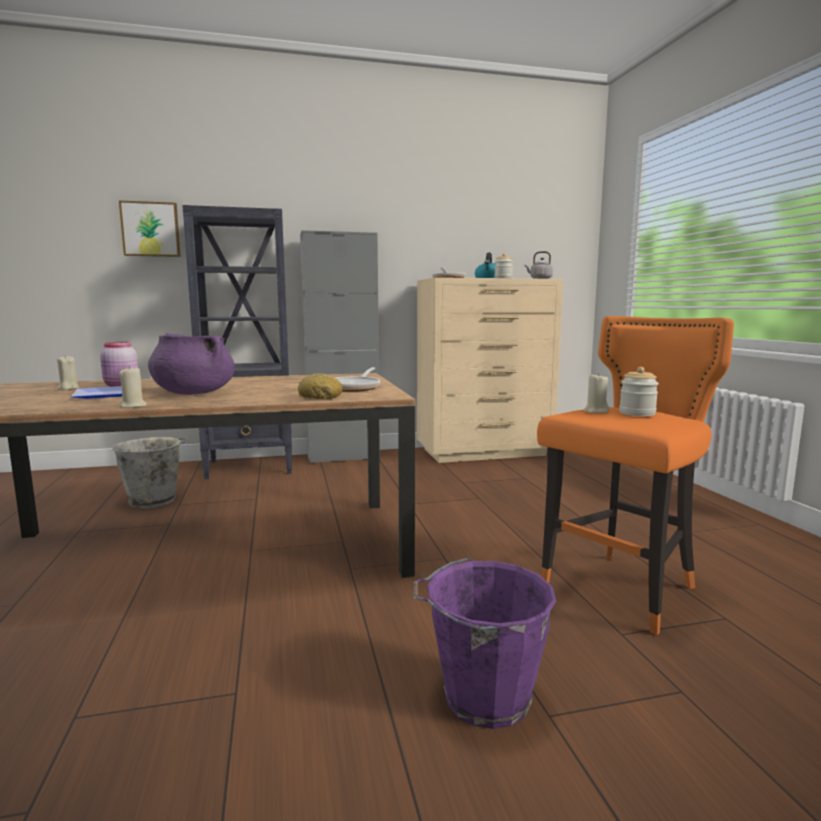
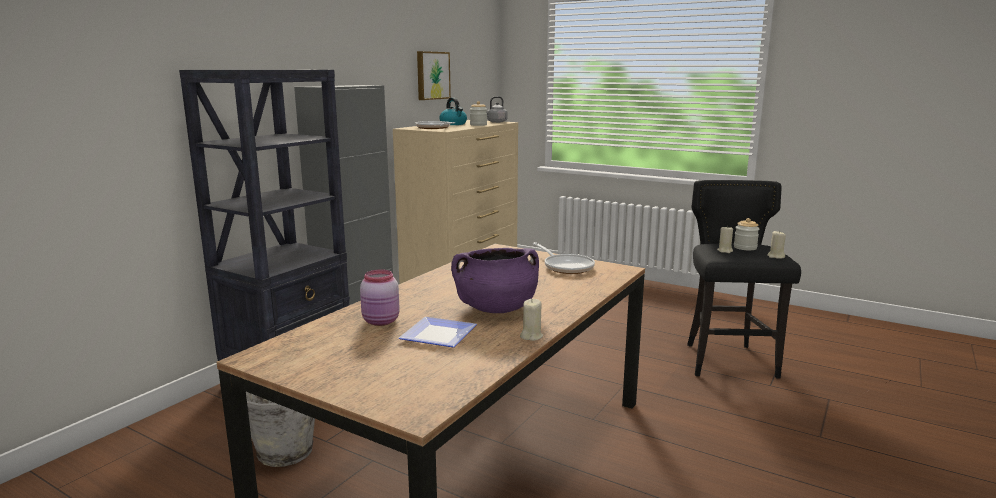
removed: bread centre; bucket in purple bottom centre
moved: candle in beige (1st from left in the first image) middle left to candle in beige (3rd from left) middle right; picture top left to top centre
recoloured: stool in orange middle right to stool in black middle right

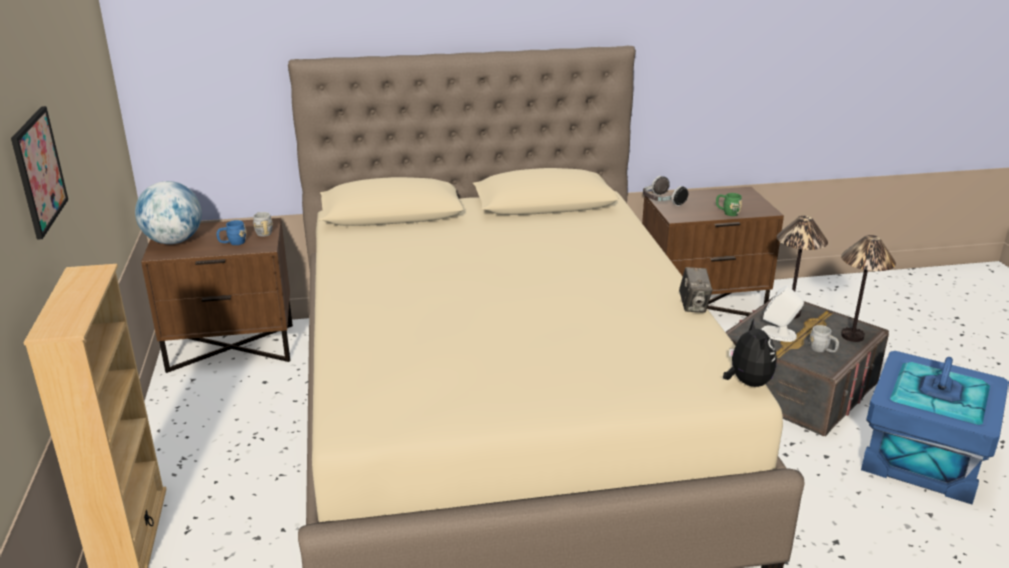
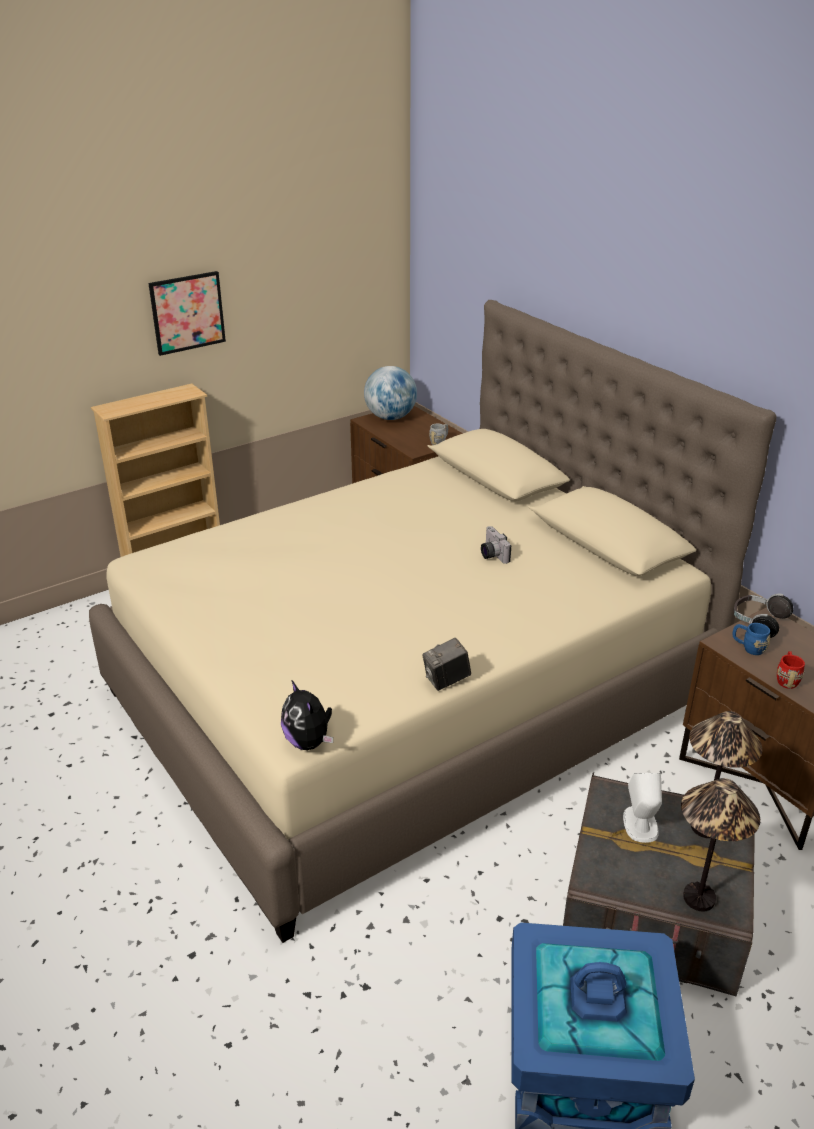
removed: mug in grey (2nd from left) middle right
added: photo camera (2nd from left) centre
moved: mug in blue middle left to middle right
recoloured: mug in green middle right to mug in red middle right
turned: plush toy middle right = centre 90 degrees clockwise

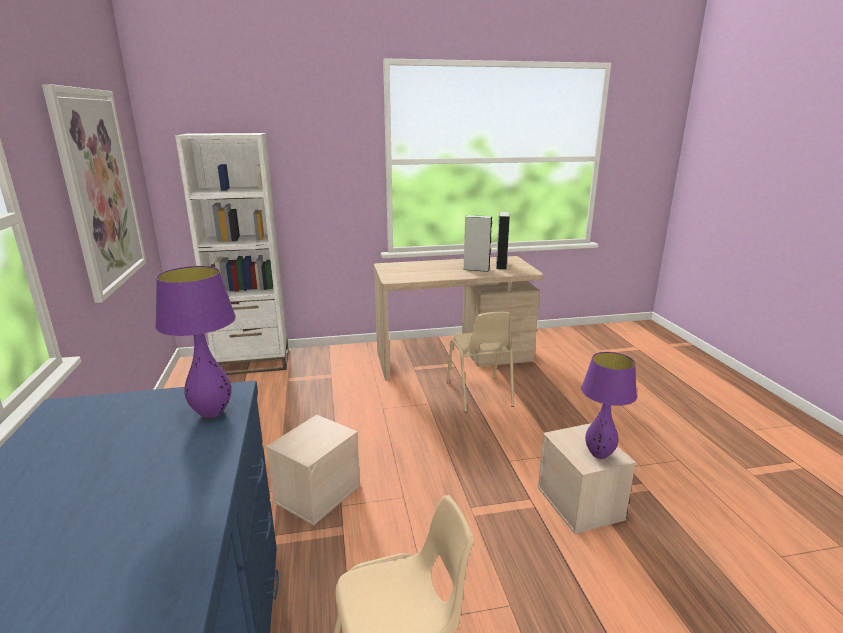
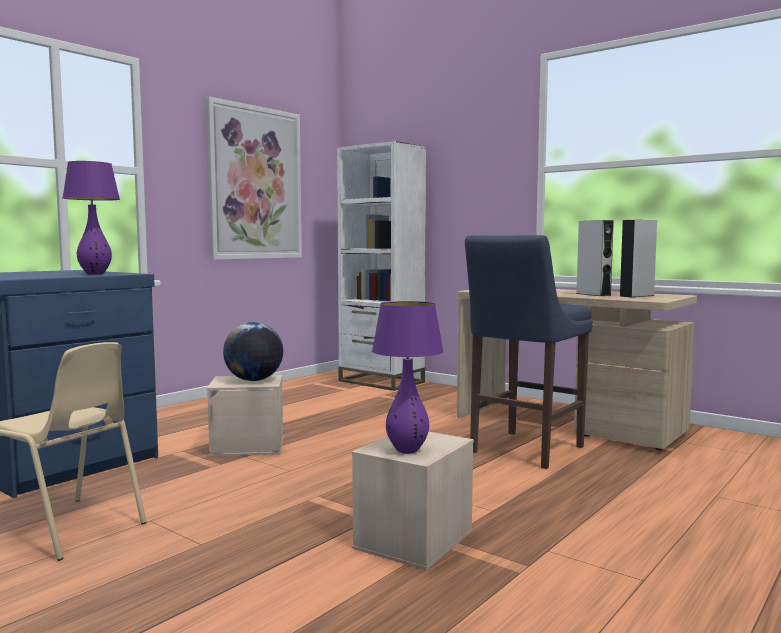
added: globe middle left
replaced: chair in beige (2nd from left) centre to stool in blue middle right

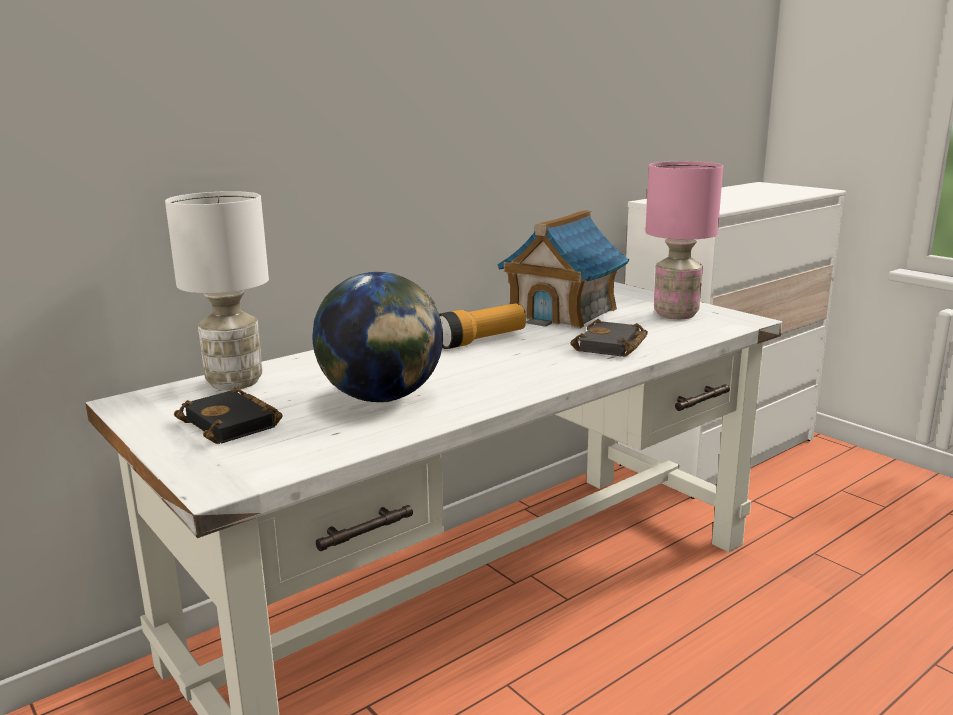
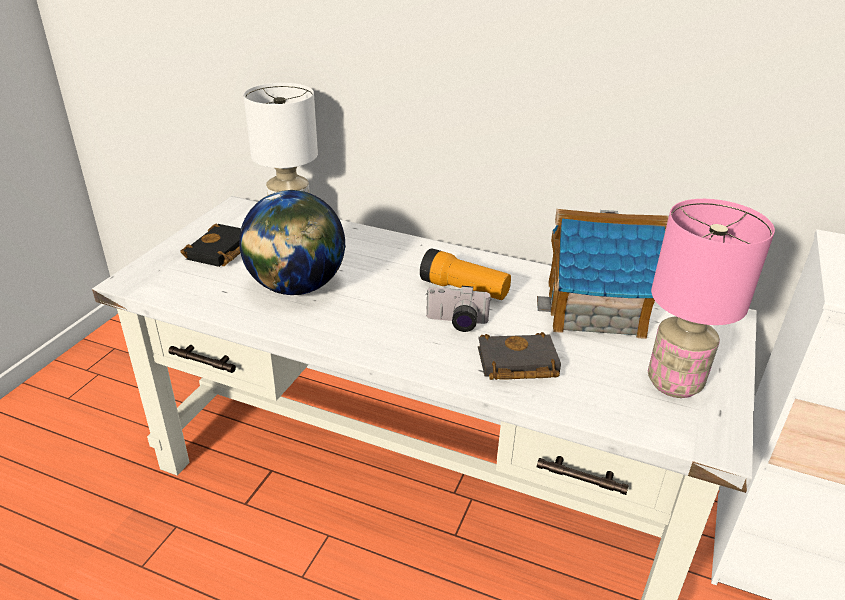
added: photo camera centre

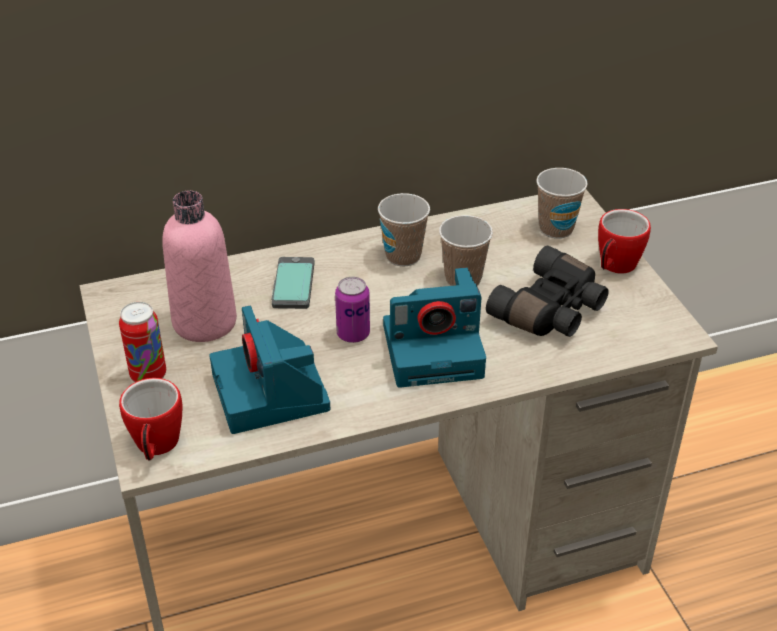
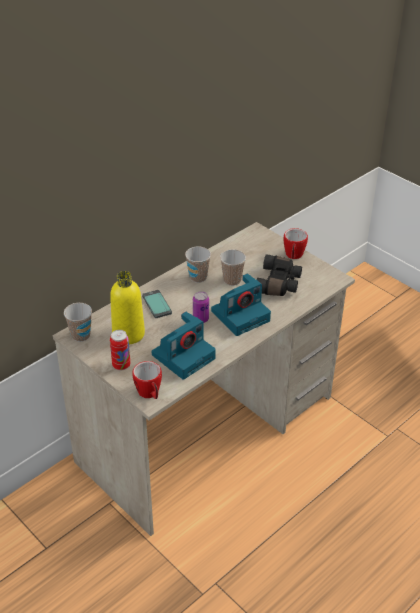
moved: cup (3rd from left in the first image) top right to cup (1st from left) middle left
recoloured: bottle in pink middle left to bottle in yellow middle left
turned: photo camera (1st from left) centre = centre 90 degrees counterclockwise

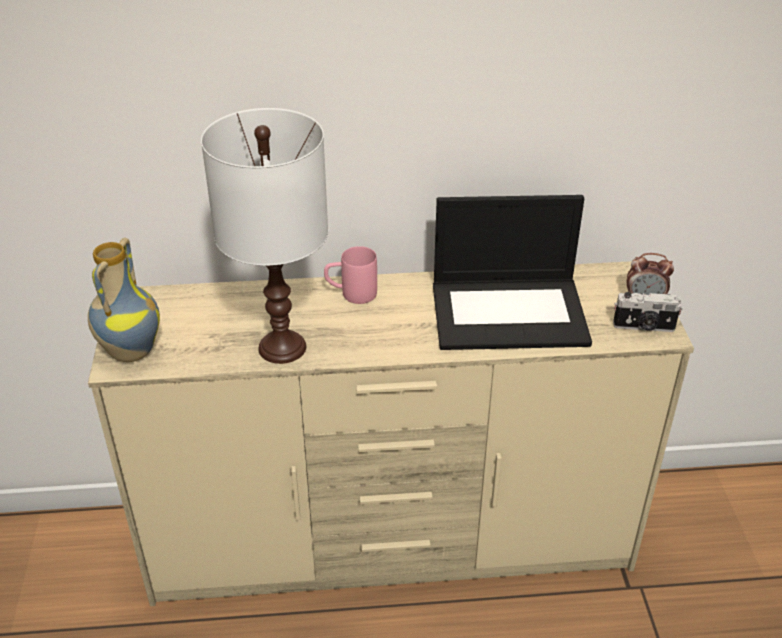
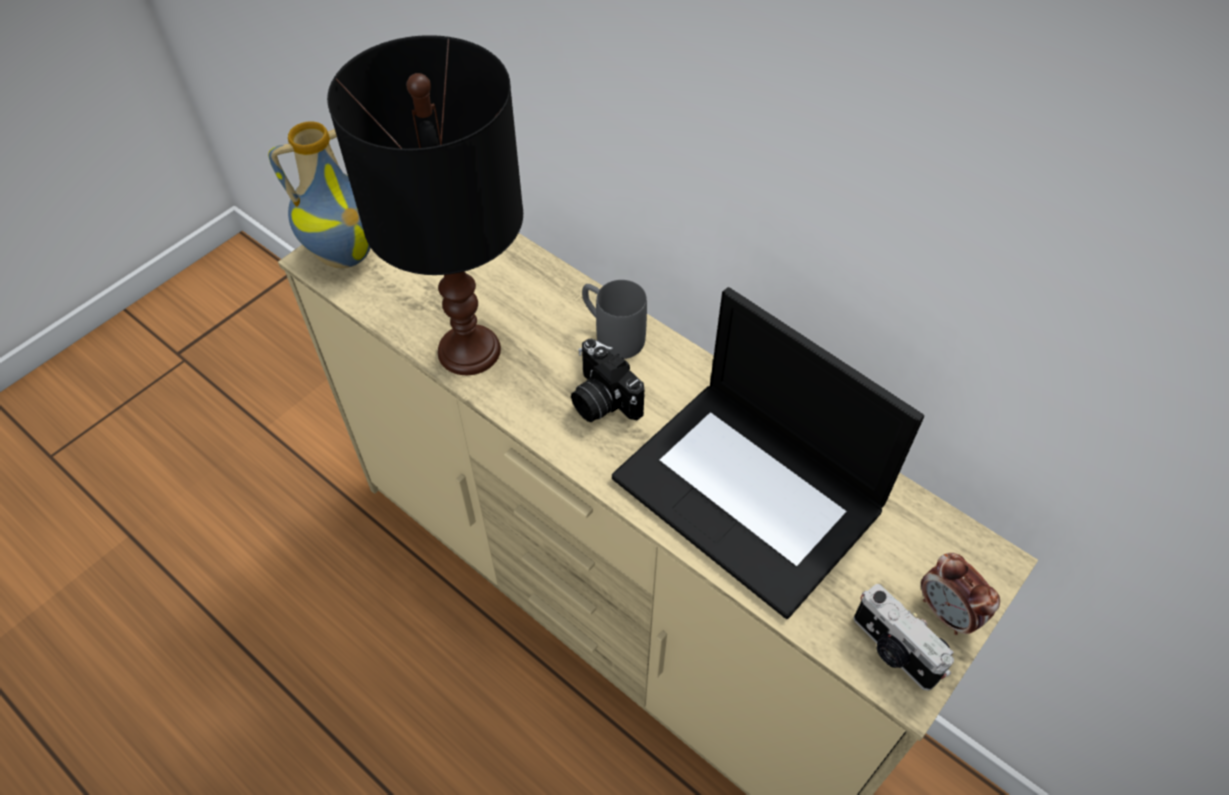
added: photo camera (1st from left) centre
recoloured: table lamp in white centre to table lamp in black top centre; mug in pink centre to mug in grey centre

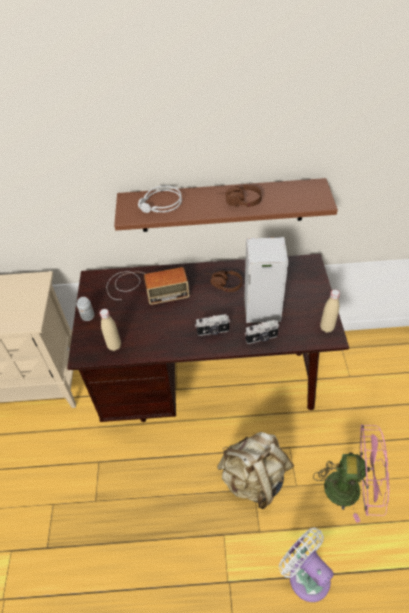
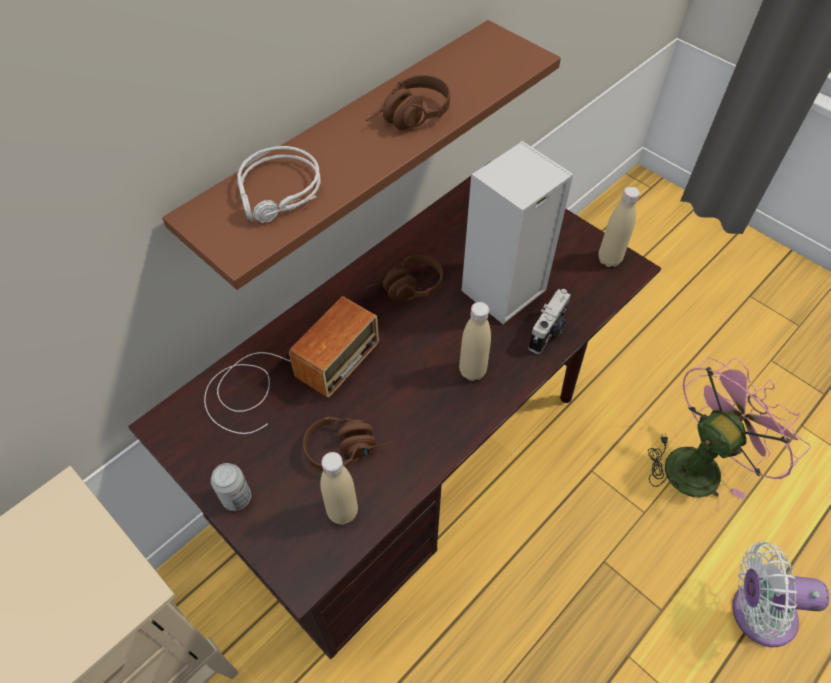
removed: backpack in beige bottom centre
added: headphones in brown (1st from left) centre
replaced: photo camera (1st from left) centre to bottle in beige (2nd from left) centre

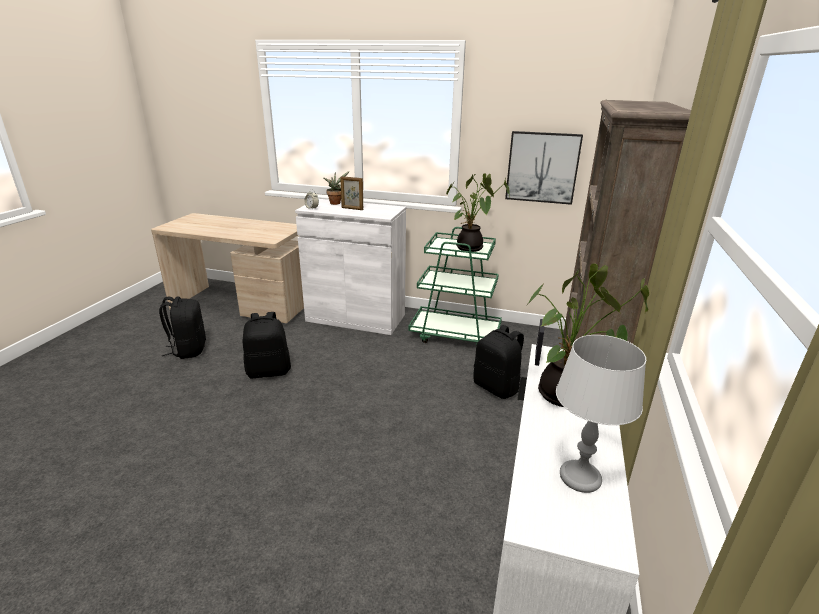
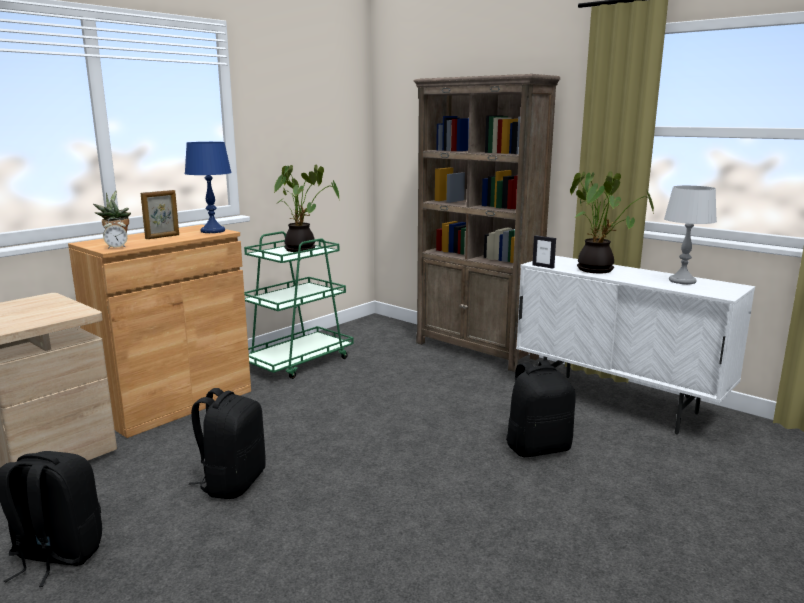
removed: picture top centre
added: table lamp in blue top left
moved: backpack in black (3rd from left) centre to bottom right
recoloured: cabinet in white (1st from left) centre to cabinet in brown middle left

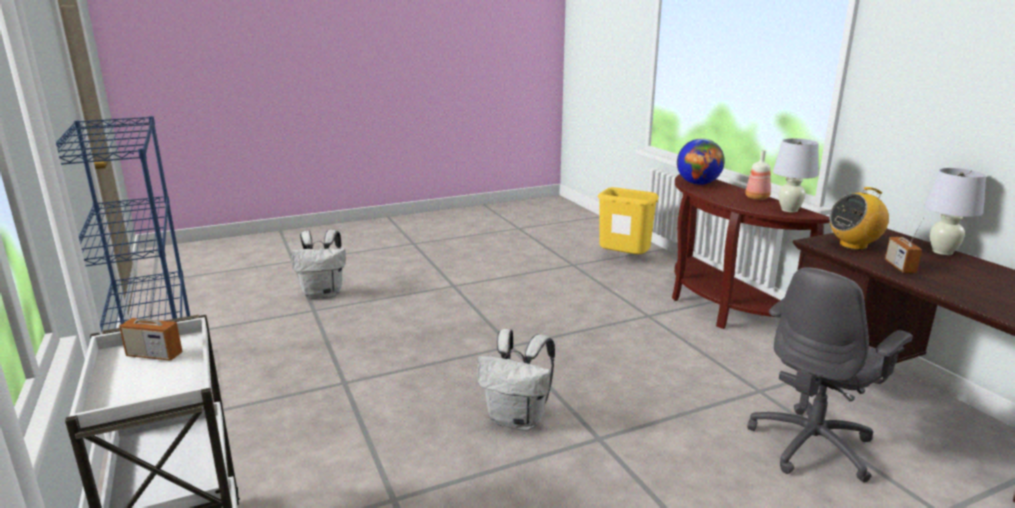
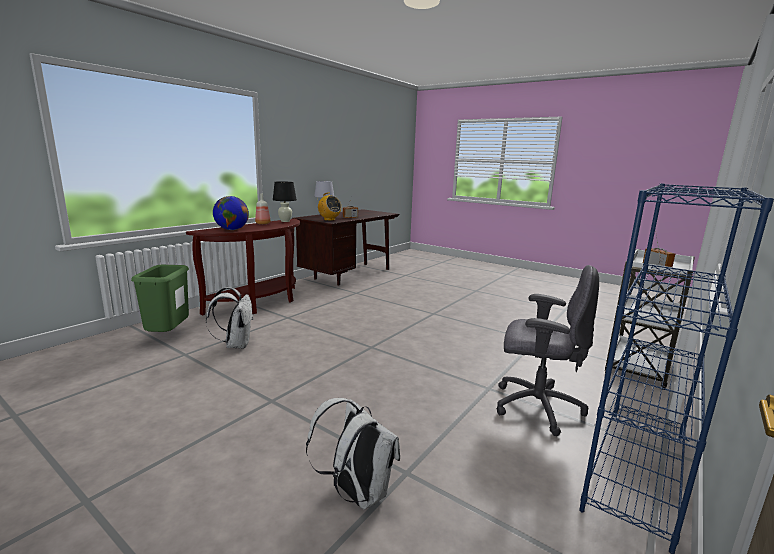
moved: backpack in white (2nd from left in the first image) bottom centre to backpack in white (1st from left) middle left; office chair in grey bottom right to middle right
recoloured: trash can in yellow centre to trash can in green middle left; table lamp in white (1st from left) middle right to table lamp in black centre

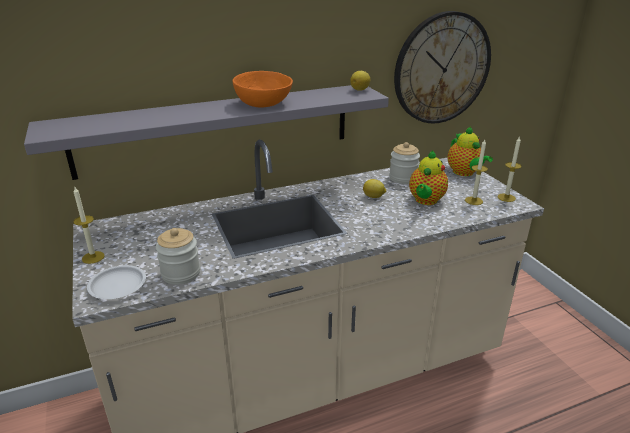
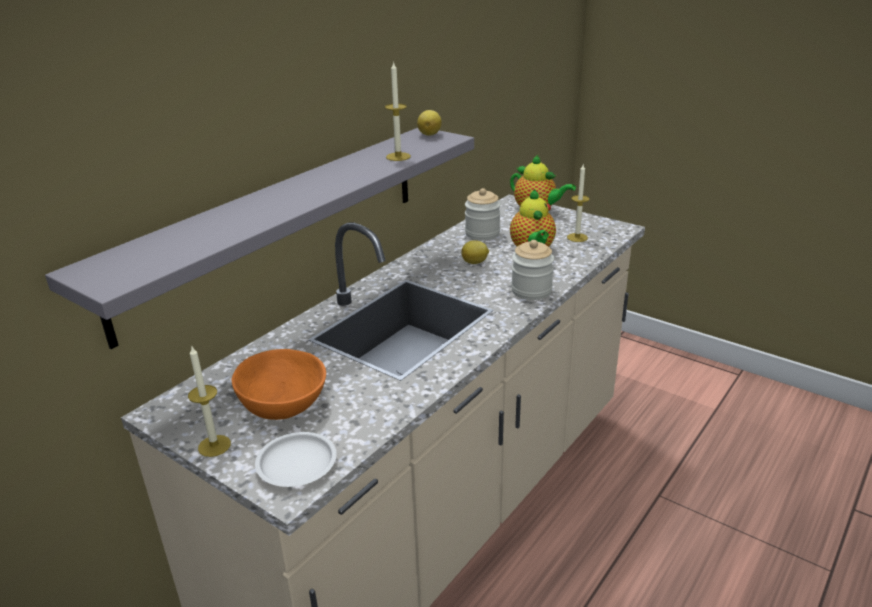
removed: wall clock top right
moved: jar (1st from left in the first image) middle left to jar (2nd from left) centre; bowl in orange top centre to middle left; candle (3rd from left in the first image) middle right to candle (2nd from left) top centre

